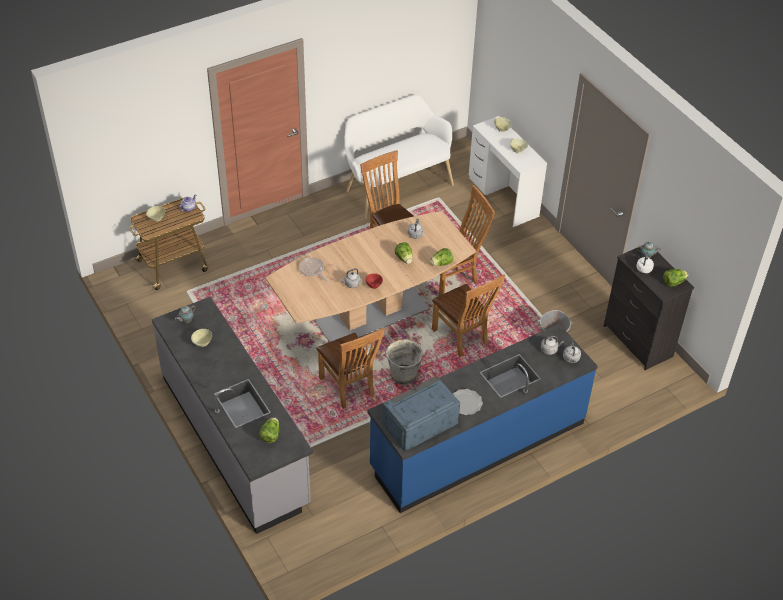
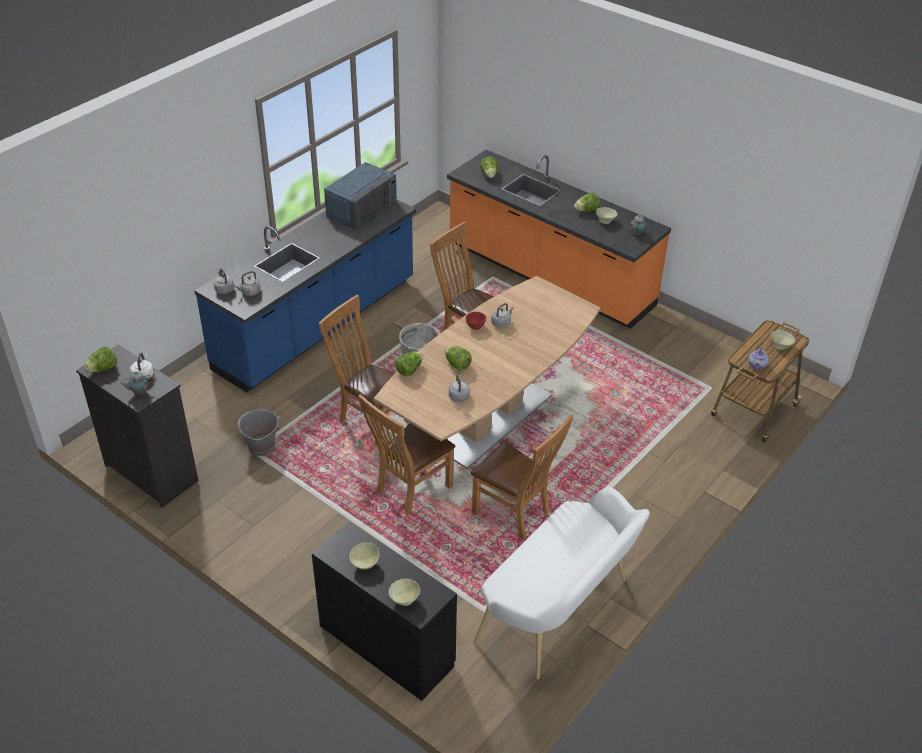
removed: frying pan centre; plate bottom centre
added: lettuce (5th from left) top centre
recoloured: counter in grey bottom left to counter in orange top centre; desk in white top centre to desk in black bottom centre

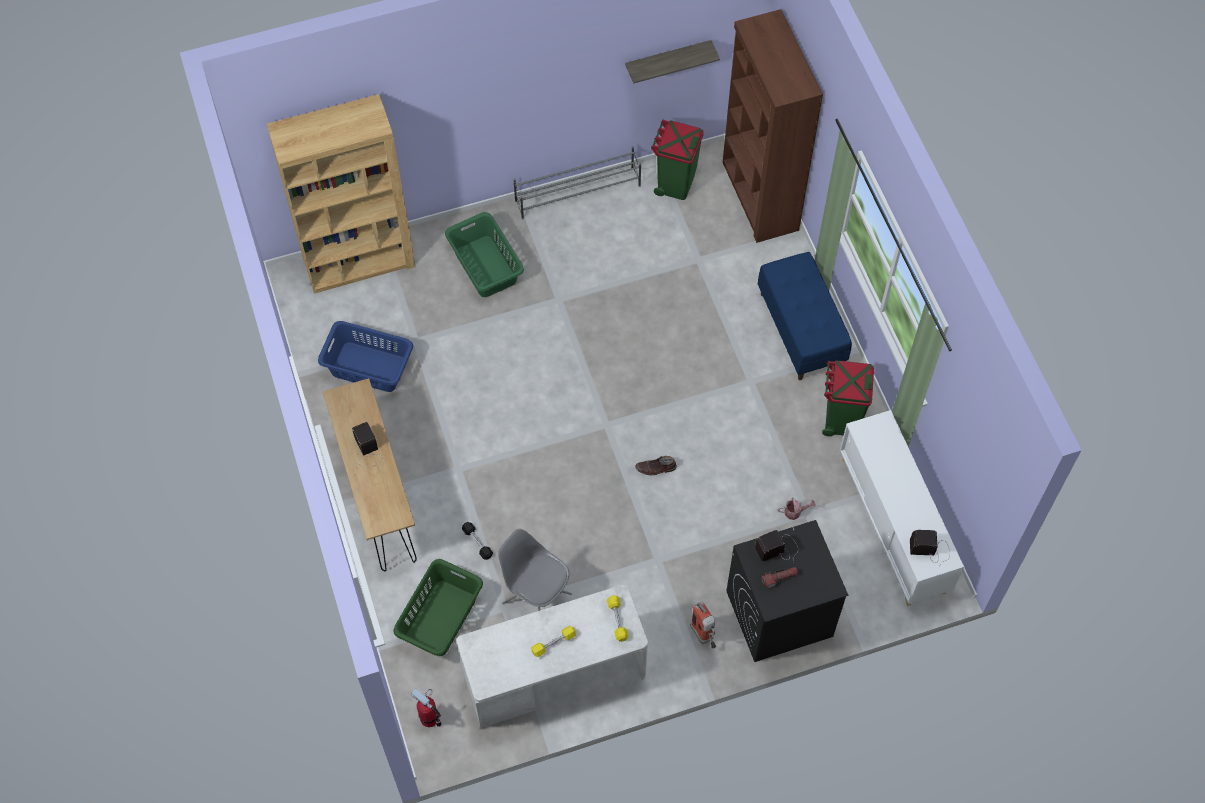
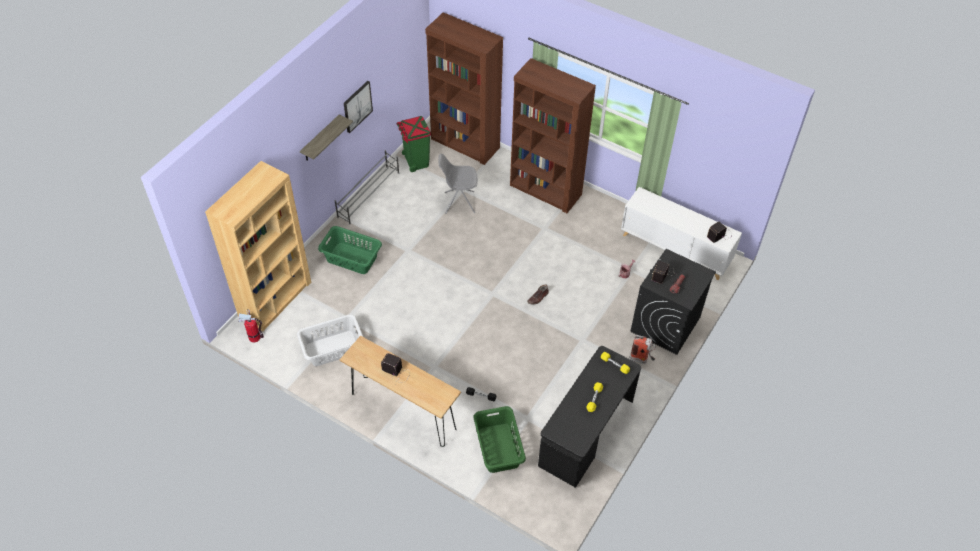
removed: trash can in green (2nd from left) middle right
added: picture top centre
moved: fire extinguisher (1st from left) bottom centre to middle left; chair in grey bottom centre to top centre; shelf top centre to top left
replaced: bench in blue middle right to bookcase in brown (3rd from left) top centre
recoloured: laundry basket in blue middle left to laundry basket in grey centre; desk in white bottom centre to desk in black bottom centre

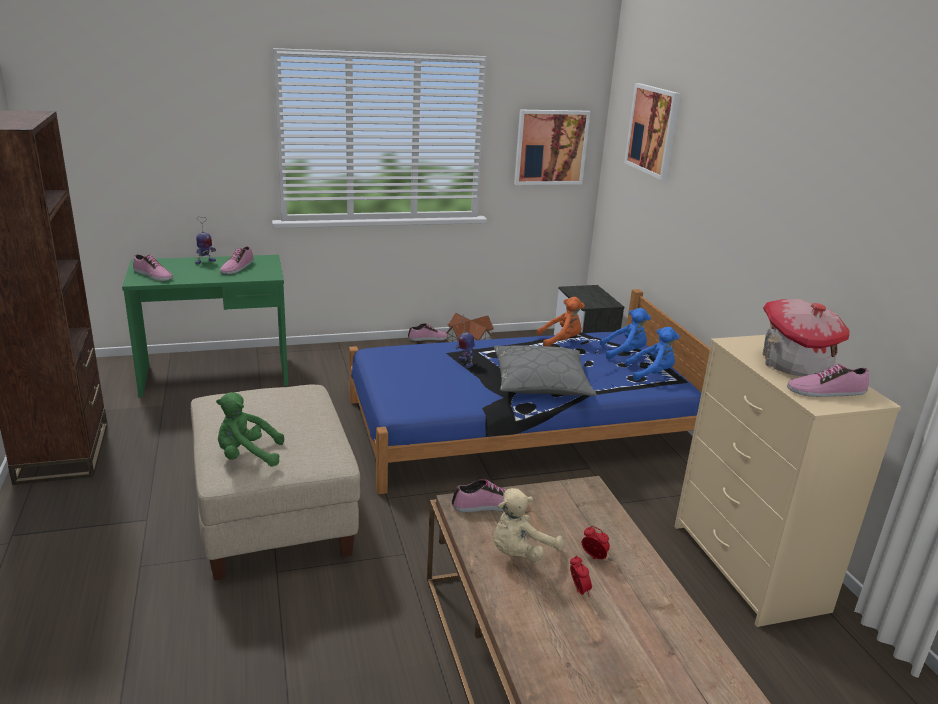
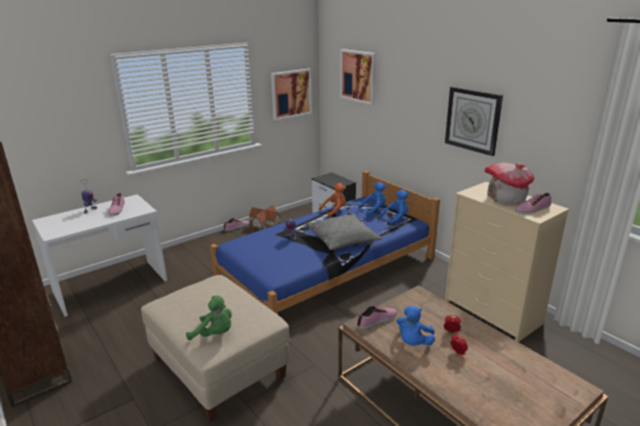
removed: shoe (1st from left) middle left
added: wall clock top right
recoloured: desk in green middle left to desk in white middle left; plush toy in beige bottom centre to plush toy in blue (3rd from left) bottom centre
turned: plush toy in green middle left = bottom left 135 degrees counterclockwise

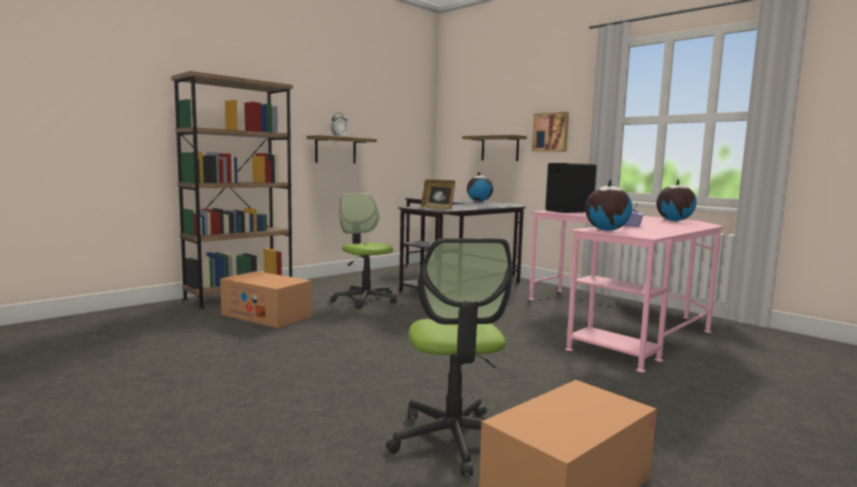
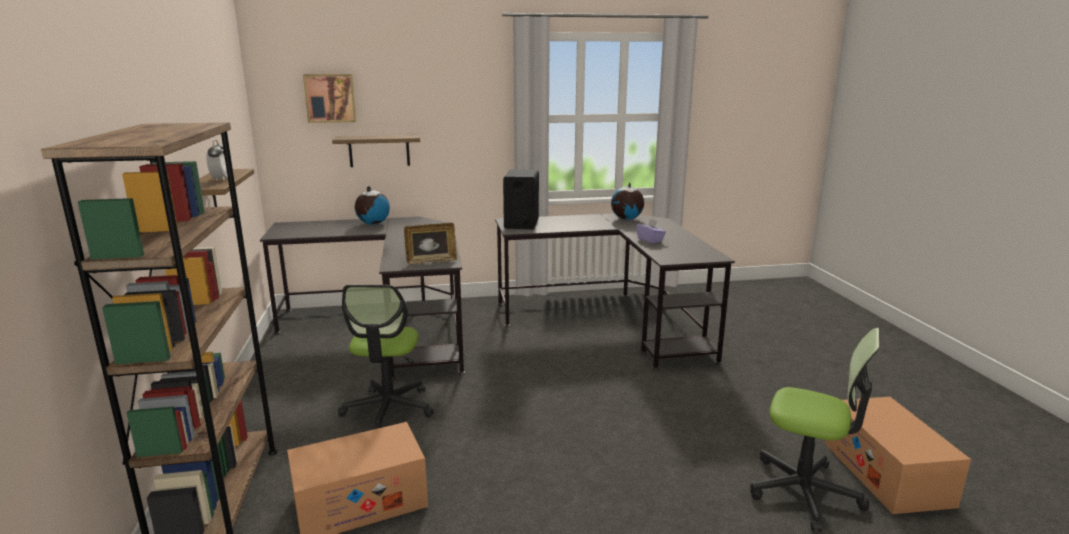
removed: globe (2nd from left) middle right
moved: picture top centre to top left
recoloured: desk in pink middle right to desk in black (2nd from left) centre
turned: office chair (1st from left) centre = bottom centre 90 degrees counterclockwise

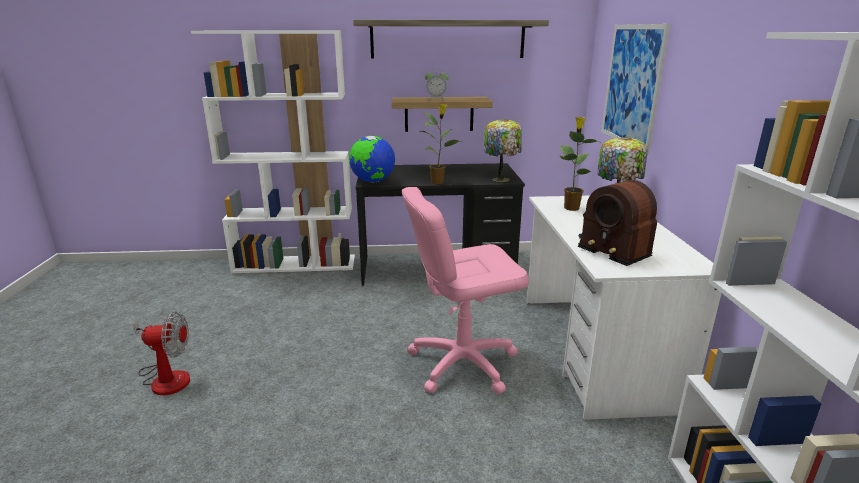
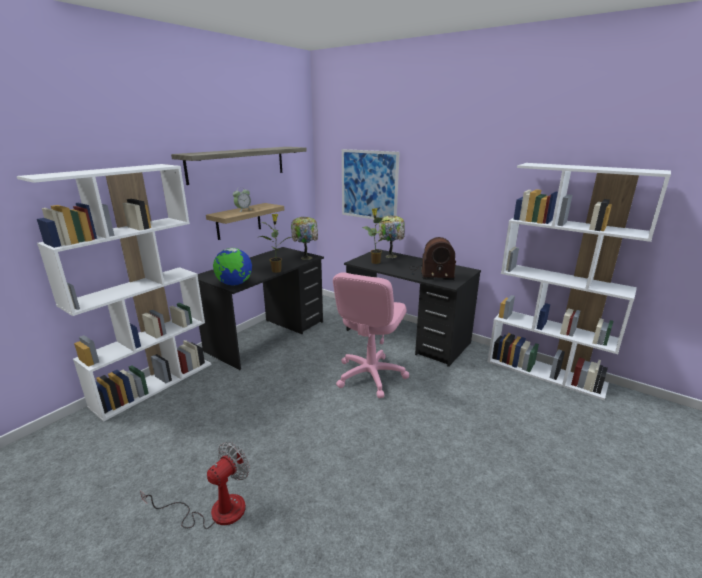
recoloured: desk in white middle right to desk in black (2nd from left) centre

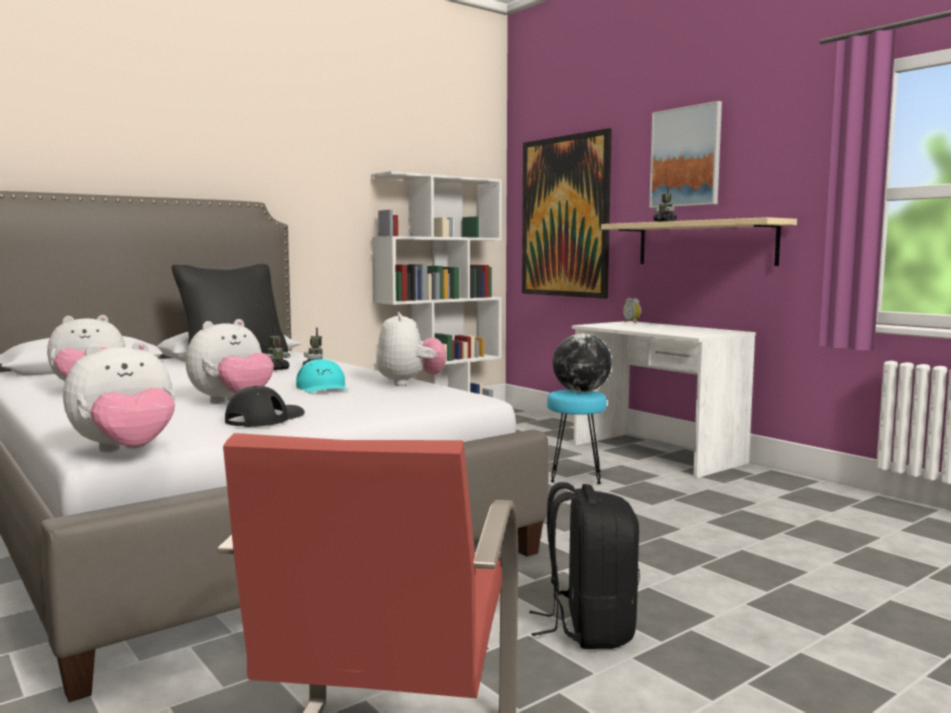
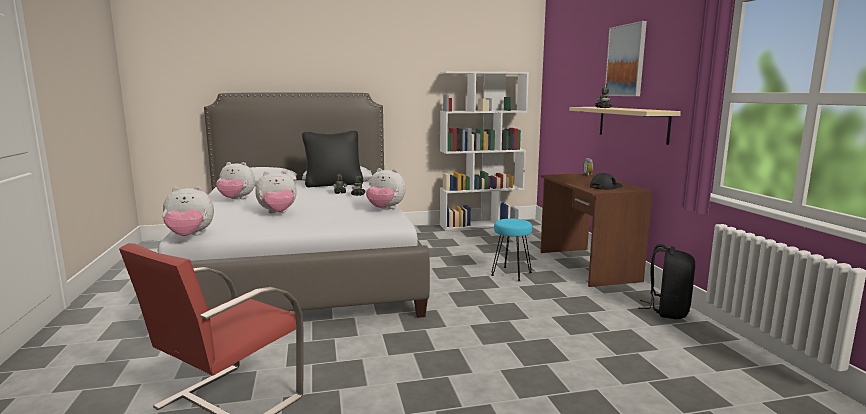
removed: cap in turquoise centre; picture (1st from left) top centre; globe centre
moved: cap in black middle left to middle right; backpack in black bottom centre to bottom right
recoloured: desk in white middle right to desk in brown middle right
turned: plush toy (4th from left) centre = centre 90 degrees clockwise

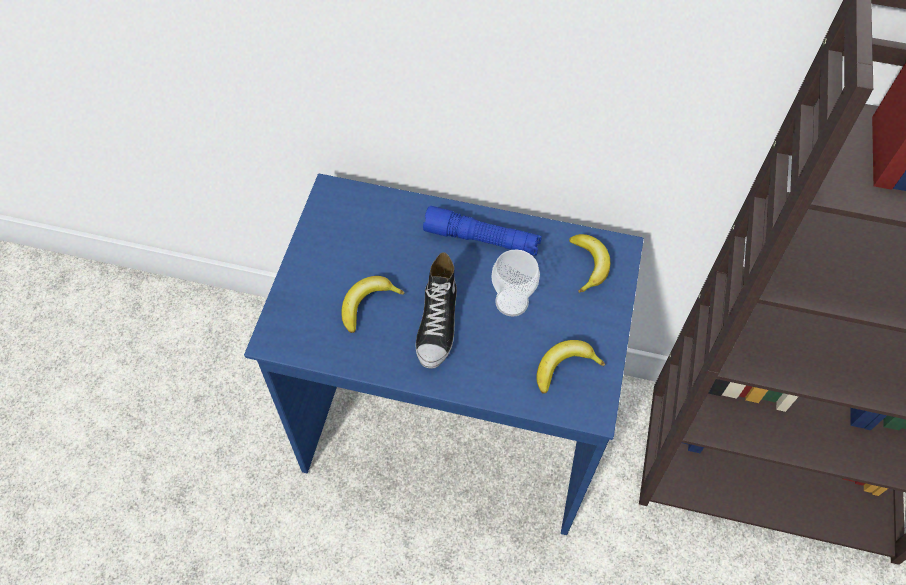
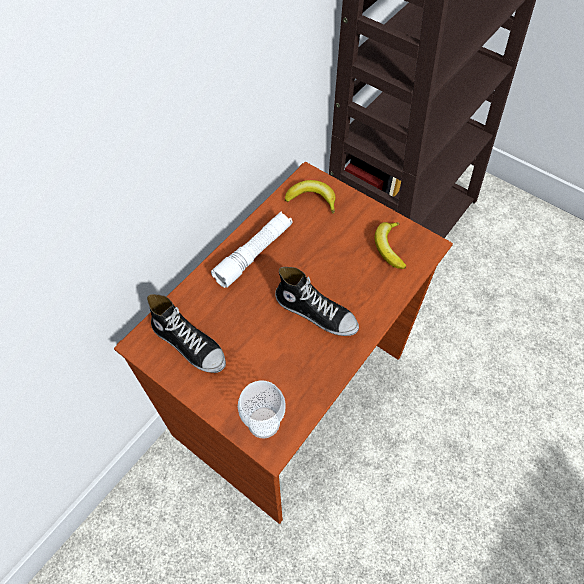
removed: banana (1st from left) centre
added: shoe (1st from left) middle left
moved: cup centre to bottom centre
recoloured: desk in blue centre to desk in brown centre; flashlight in blue centre to flashlight in white centre

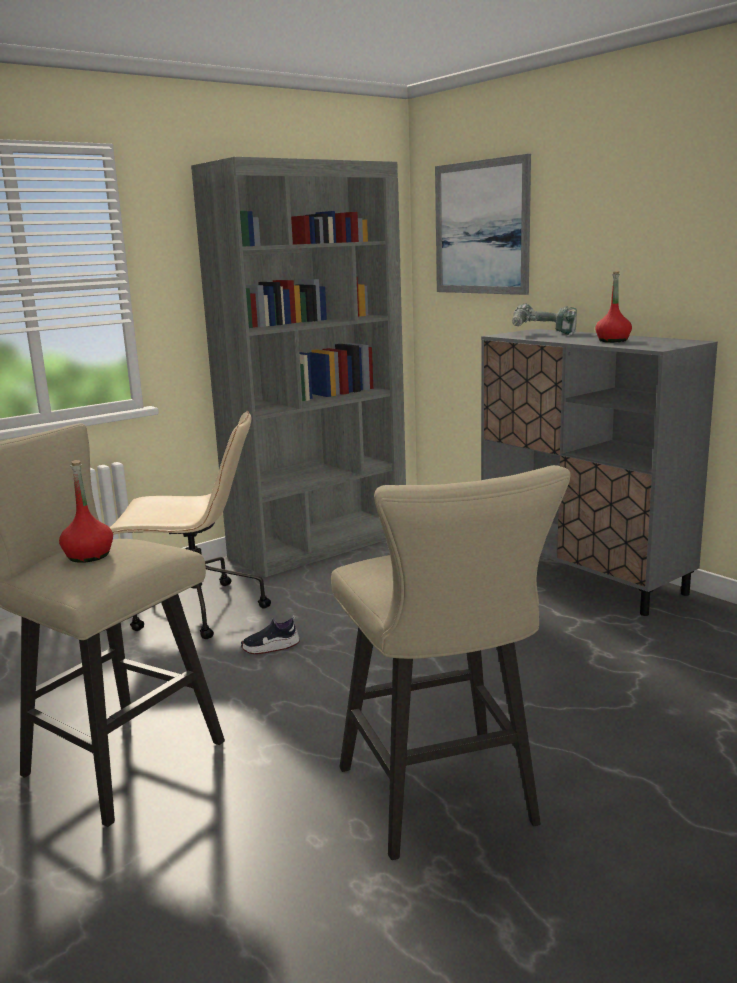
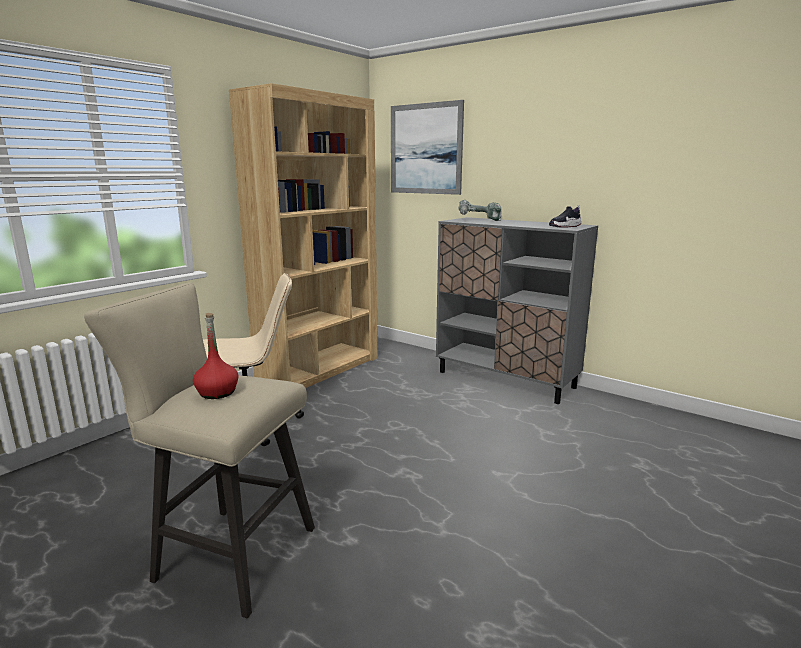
removed: stool in beige (2nd from left) bottom centre; bottle in red (2nd from left) top right
moved: shoe centre to middle right
recoloured: bookcase in grey centre to bookcase in brown centre

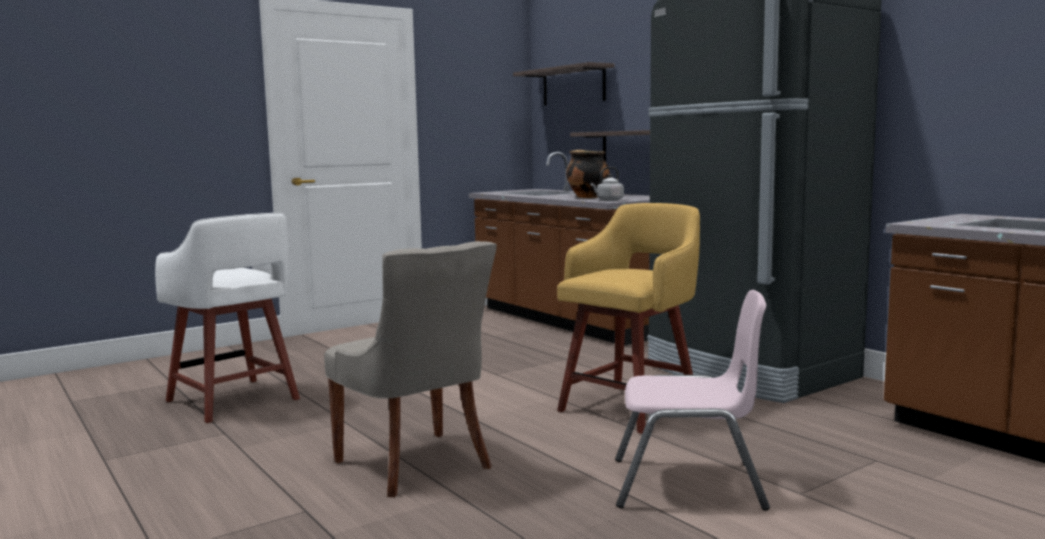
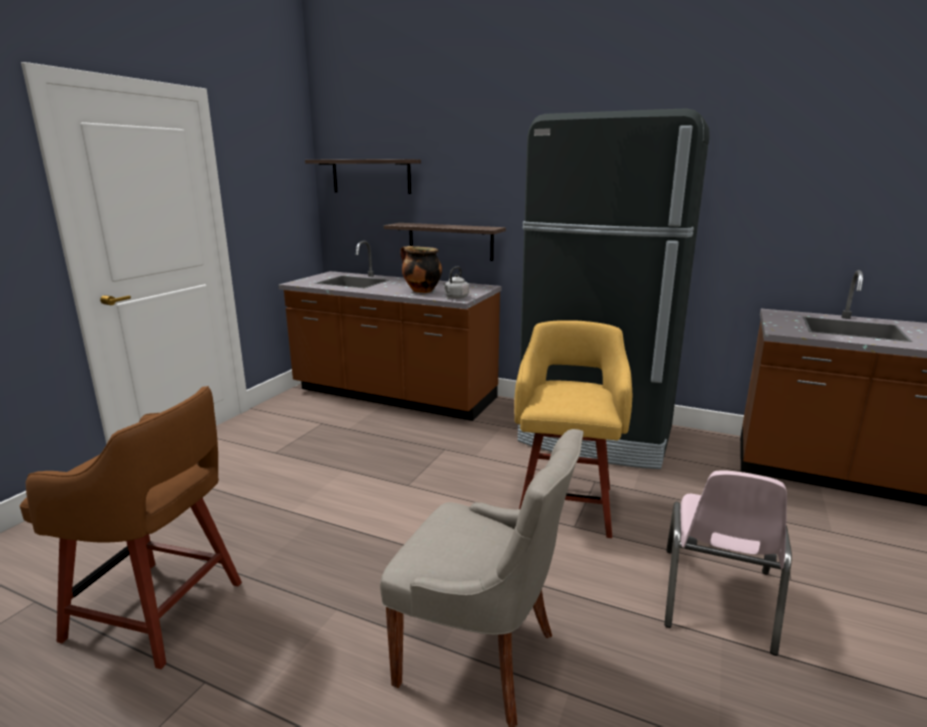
recoloured: stool in white middle left to stool in brown bottom left
turned: chair in pink bottom centre = bottom right 135 degrees clockwise

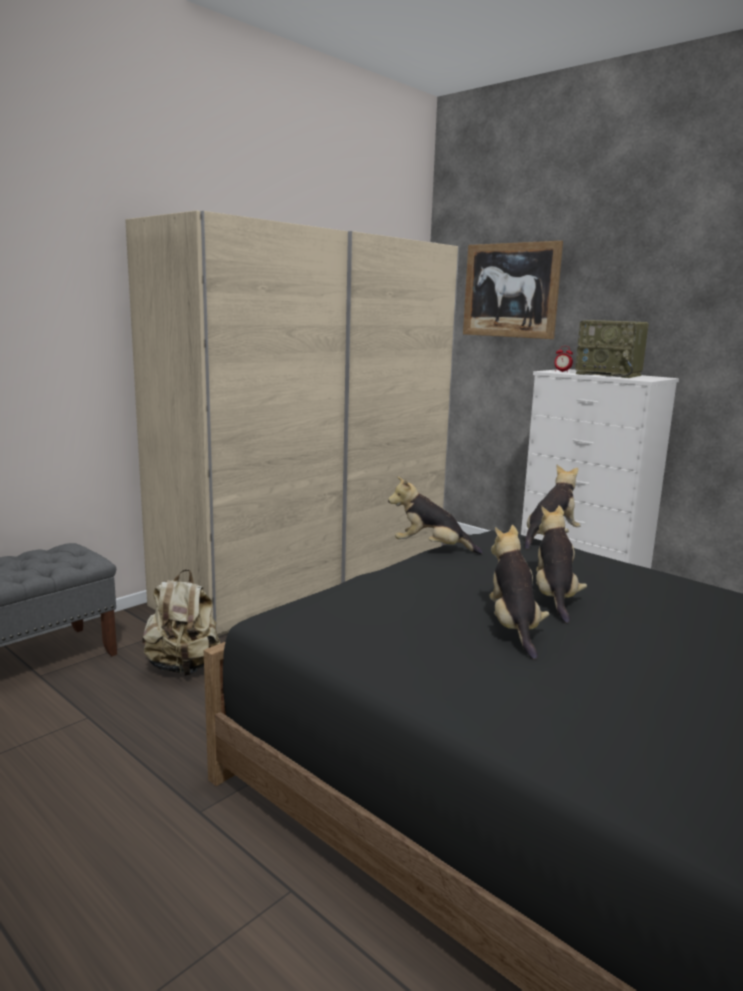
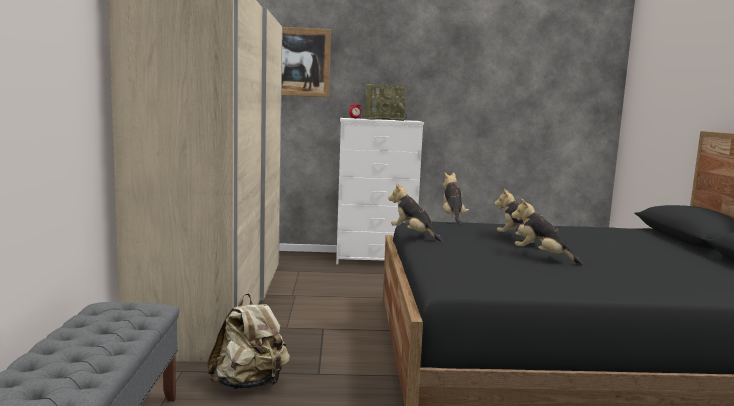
turned: plush toy (1st from left) centre = centre 75 degrees clockwise

